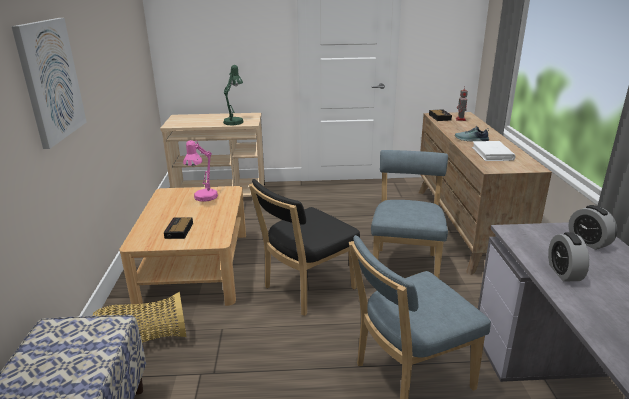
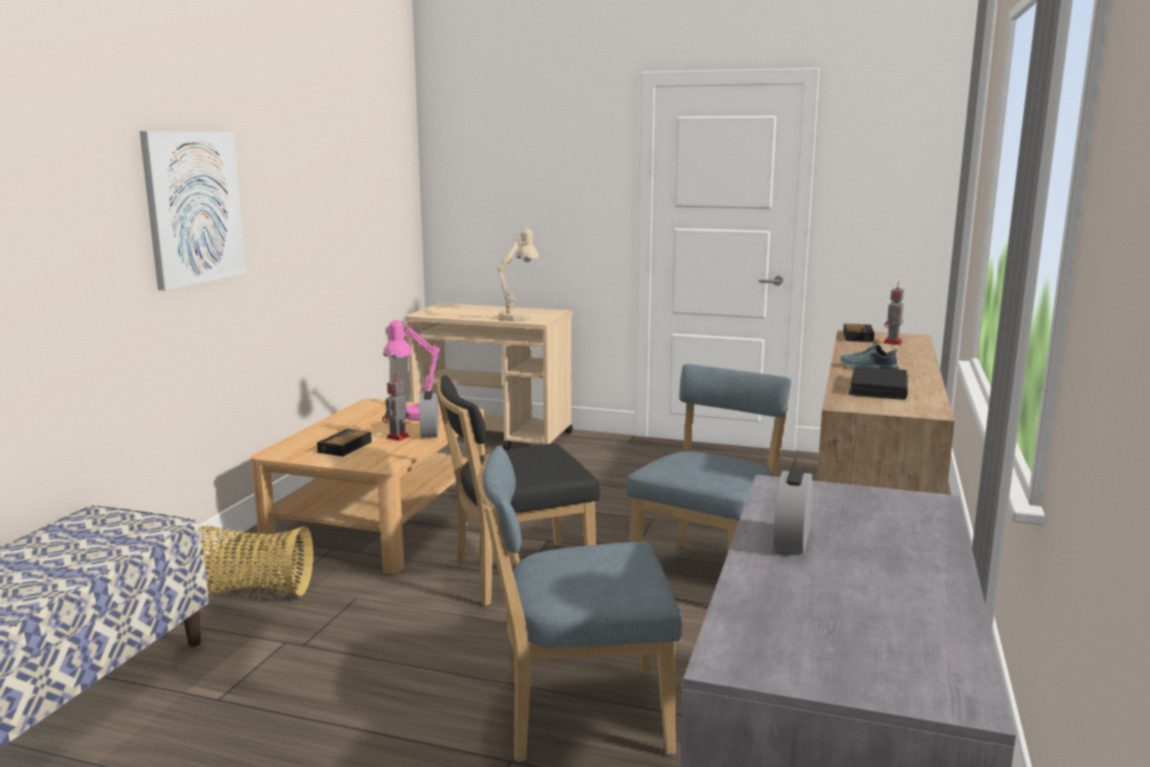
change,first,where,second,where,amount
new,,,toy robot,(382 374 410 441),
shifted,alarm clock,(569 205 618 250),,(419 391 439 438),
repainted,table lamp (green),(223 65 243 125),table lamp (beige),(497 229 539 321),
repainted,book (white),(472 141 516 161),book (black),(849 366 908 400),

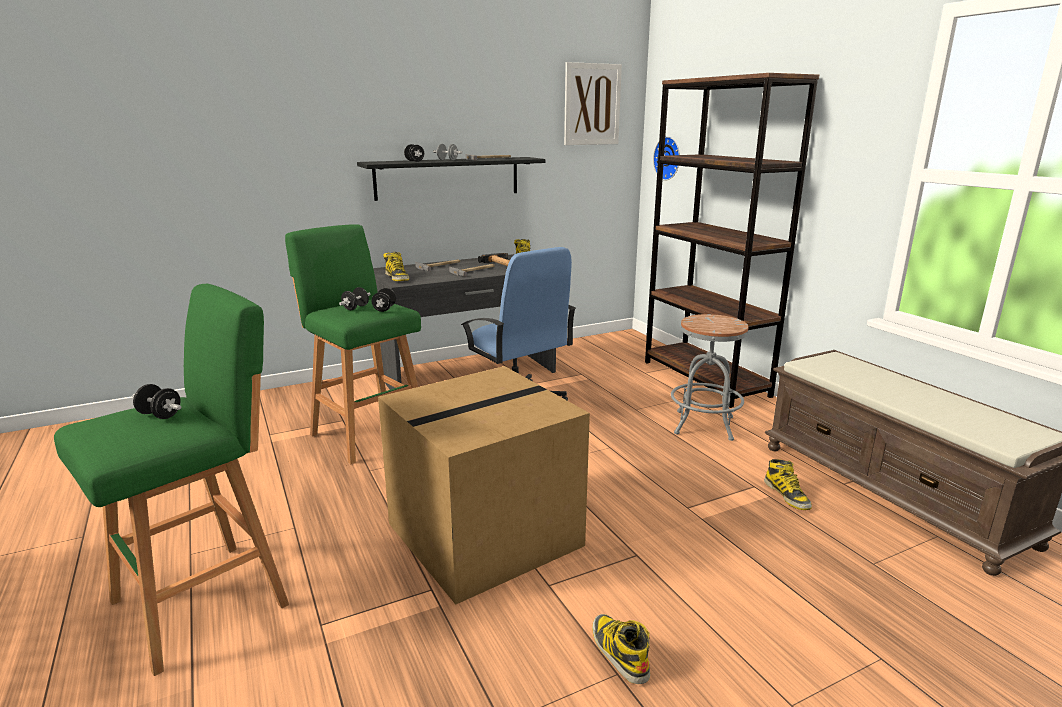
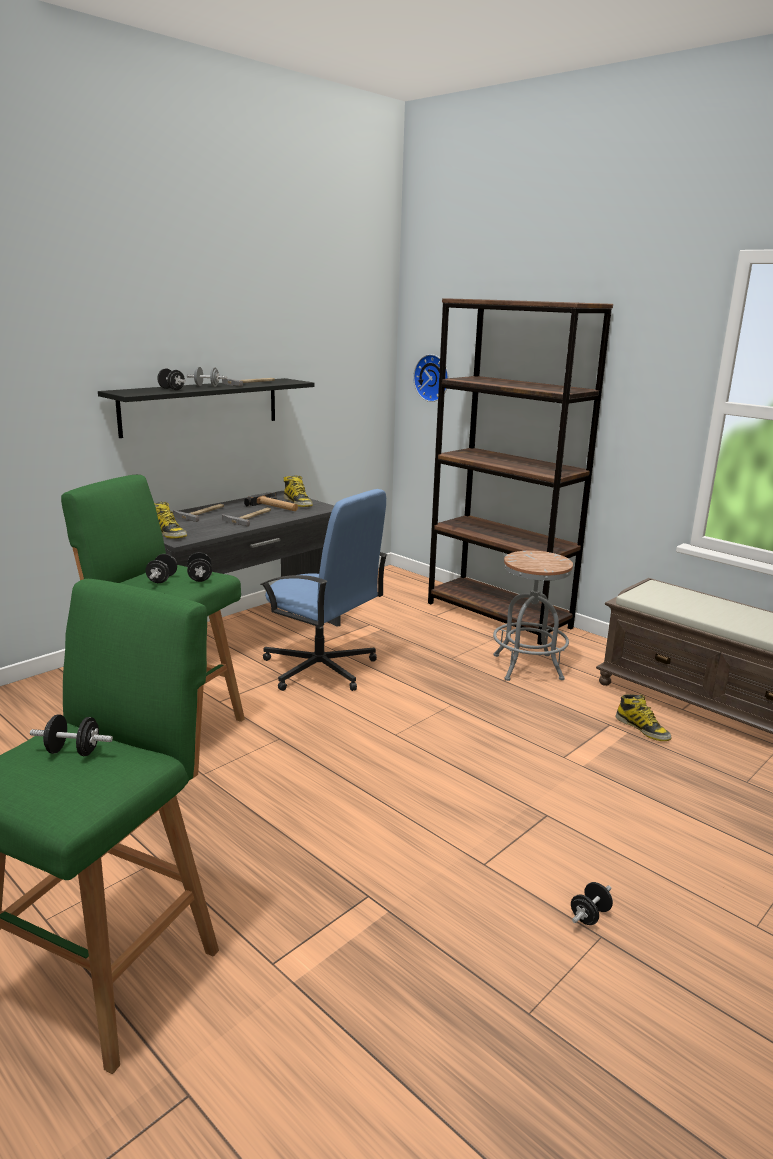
change,first,where,second,where,amount
gone,cardboard box,(378 366 590 605),,,
gone,picture,(564 62 622 145),,,
swapped,boot,(592 614 650 684),dumbbell (black),(571 882 613 925),

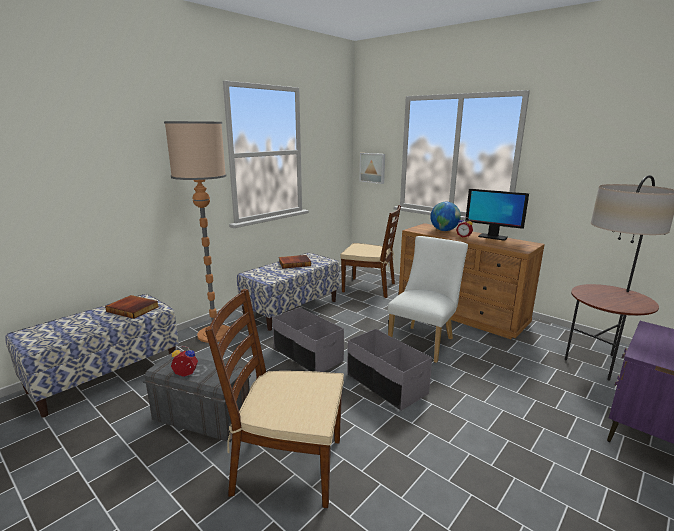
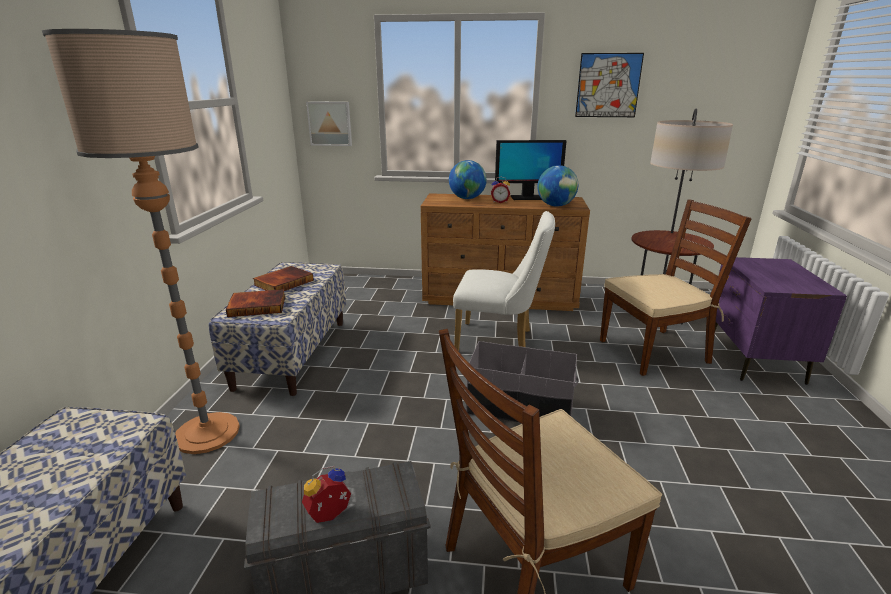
change,first,where,second,where,amount
gone,storage box (grey),(273 307 344 372),,,
new,,,globe,(537 165 578 207),
new,,,picture,(575 53 644 117),
shifted,book,(105 295 159 319),,(226 289 285 317),
shifted,chair (brown),(340 205 401 298),,(600 199 752 376),
rotated,chair (white),(388 236 468 363),,(453 211 555 351),105 degrees clockwise

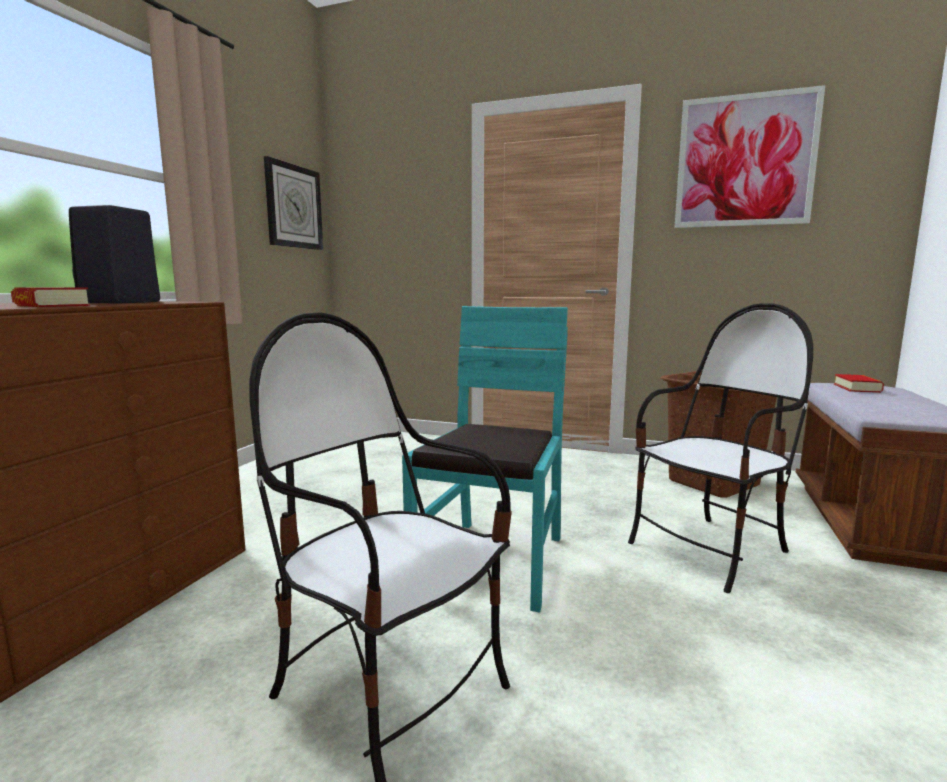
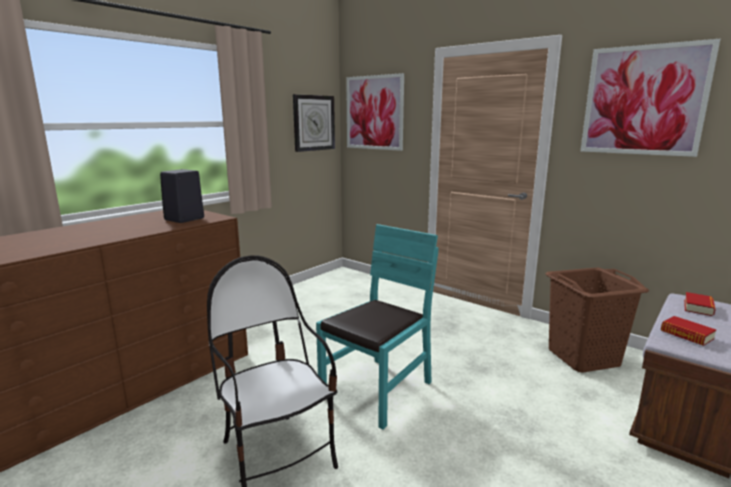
change,first,where,second,where,amount
gone,chair,(628 303 813 593),,,
new,,,picture,(346 73 404 151),
shifted,book,(11 288 90 307),,(661 316 716 346),

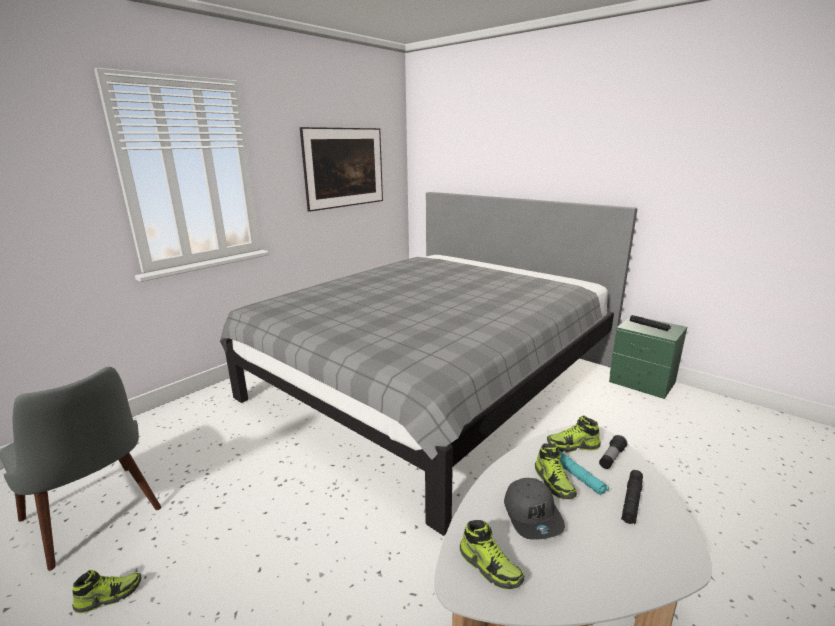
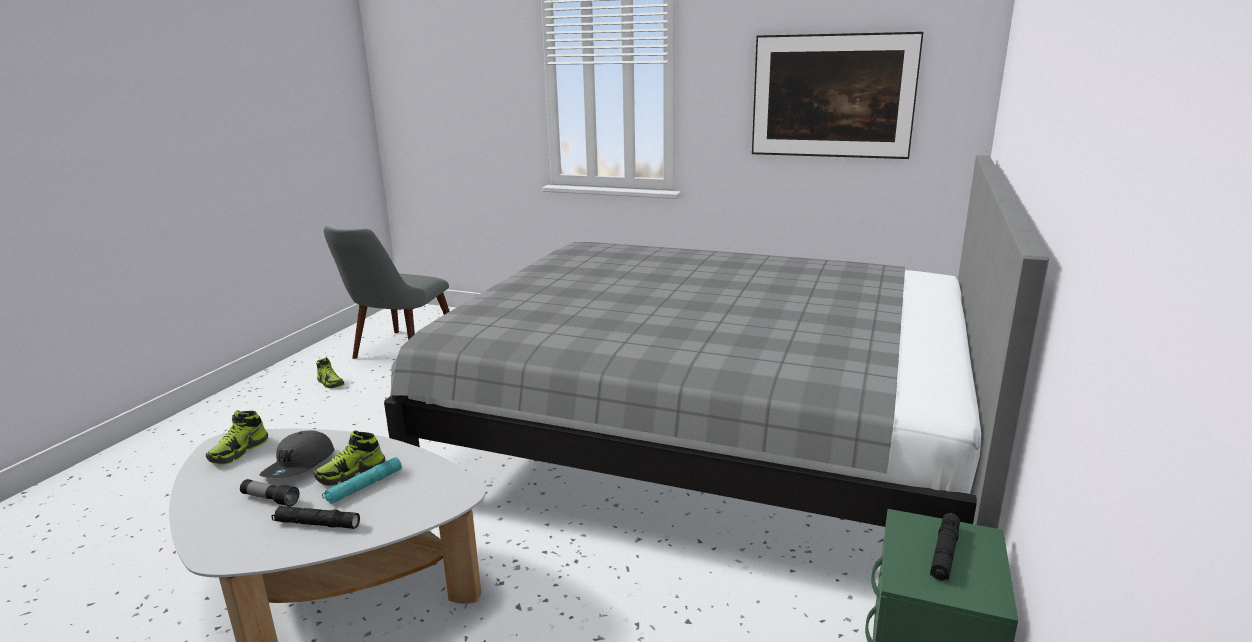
change,first,where,second,where,amount
gone,shoe,(547 415 601 453),,,
shifted,flashlight,(599 435 628 469),,(240 479 299 507),
rotated,cap (grey),(504 478 565 540),,(260 430 334 478),45 degrees counterclockwise

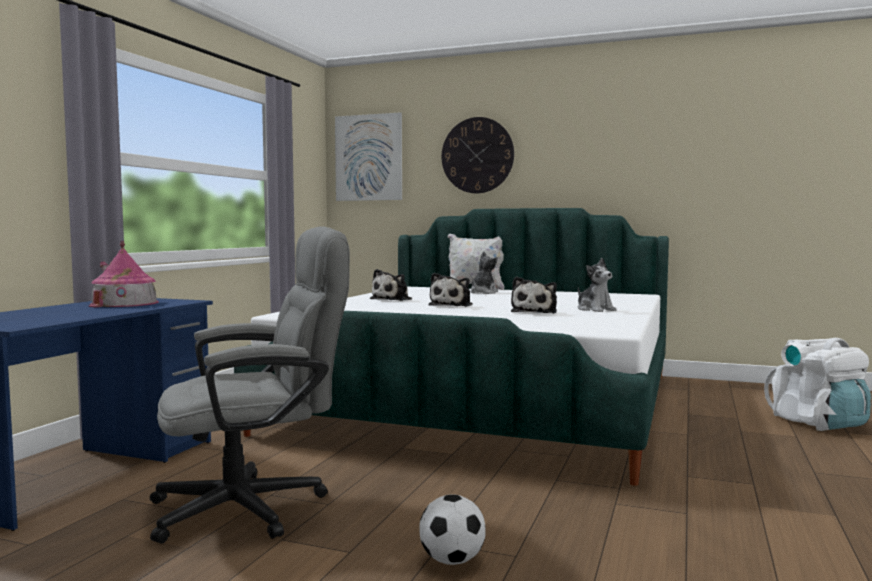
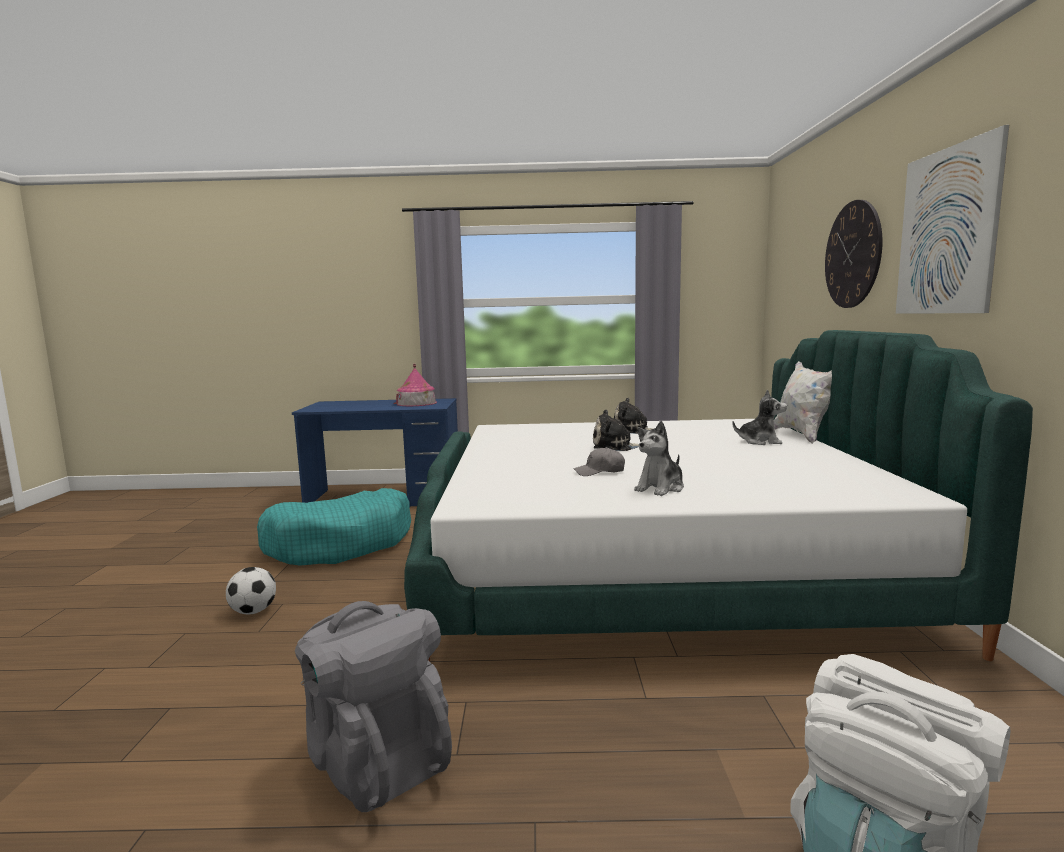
change,first,where,second,where,amount
new,,,backpack (grey),(295 601 452 812),
shifted,picture,(335 112 402 201),,(896 125 1009 314),
swapped,office chair (grey),(150 226 350 544),dog bed (turquoise),(257 488 411 566),
swapped,plush toy,(511 277 557 314),cap (grey),(574 447 625 476),

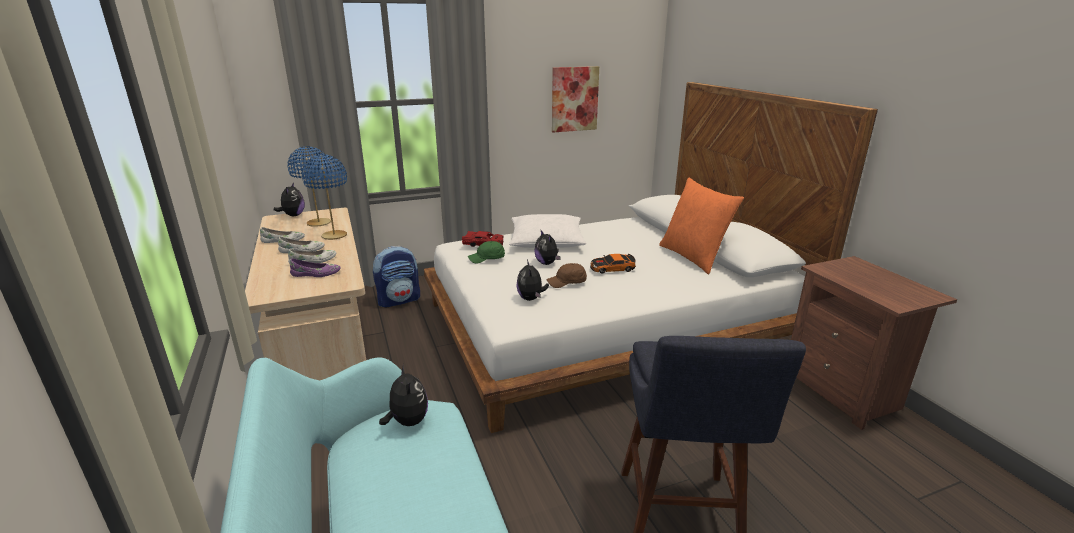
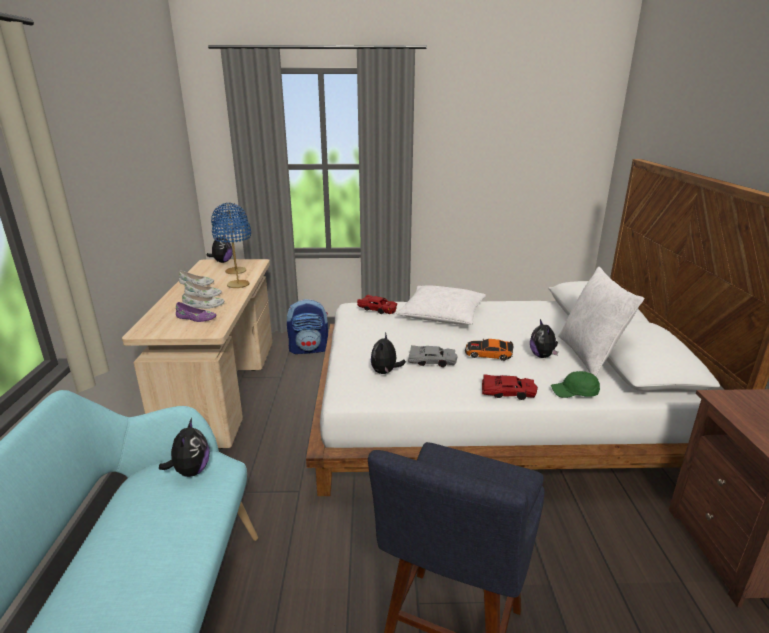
change,first,where,second,where,amount
gone,picture,(552 66 599 133),,,
new,,,toy car (red),(482 374 538 400),
shifted,cap (green),(468 241 505 264),,(551 371 600 398),
shifted,plush toy,(534 229 561 265),,(530 319 558 358),
swapped,cap (brown),(546 263 587 288),toy car (grey),(408 345 458 367),
repainted,pillow (orange),(659 177 744 274),pillow (white),(558 267 644 376),

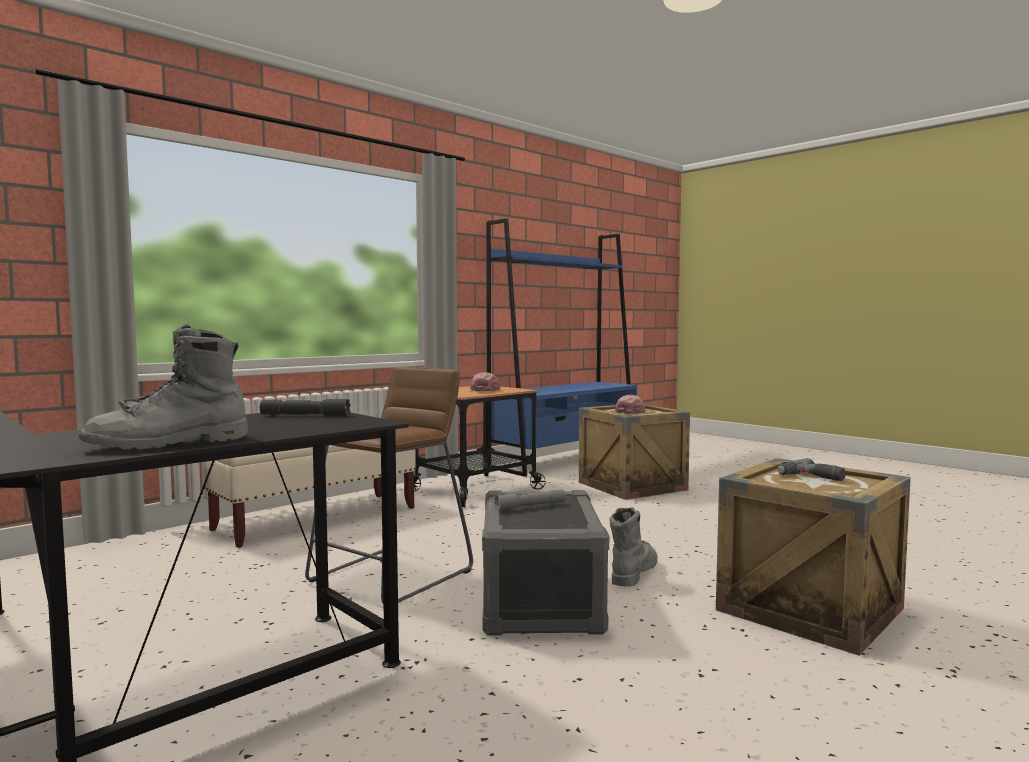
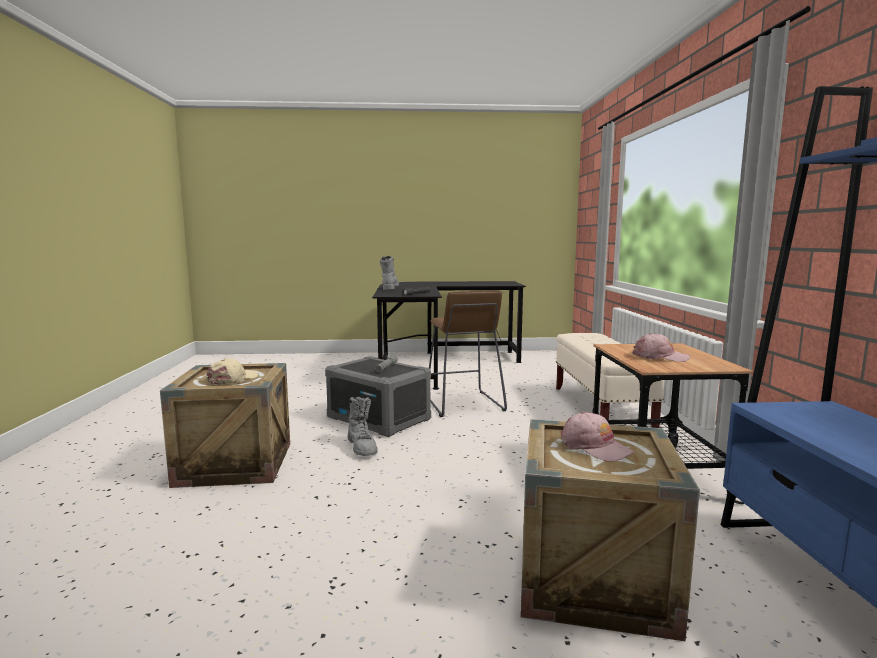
change,first,where,second,where,amount
swapped,power drill,(778 458 846 481),cap (beige),(206 358 258 384),

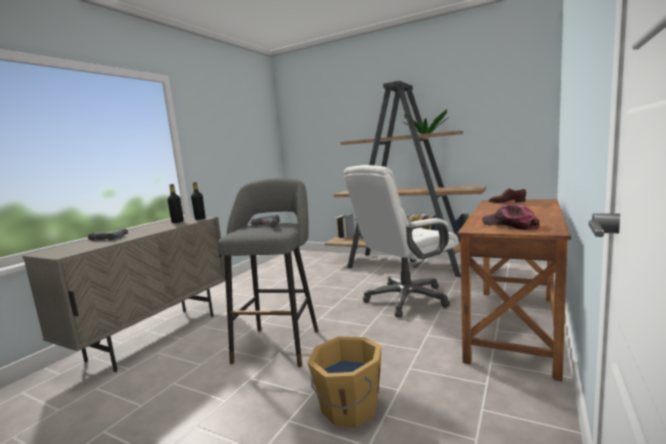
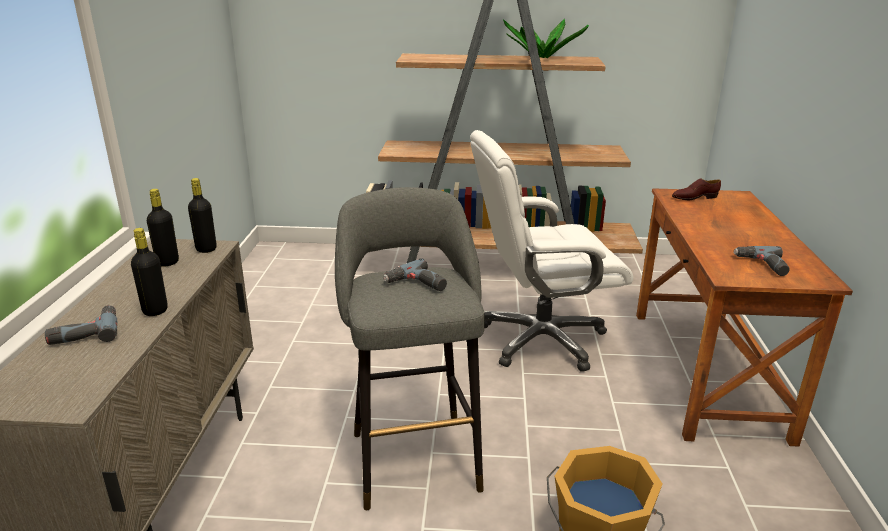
change,first,where,second,where,amount
new,,,bottle (black),(131 228 168 316),
swapped,cap,(482 204 540 230),power drill,(733 246 790 276),
rotated,office chair (white),(344 165 459 317),,(470 130 633 372),45 degrees clockwise

